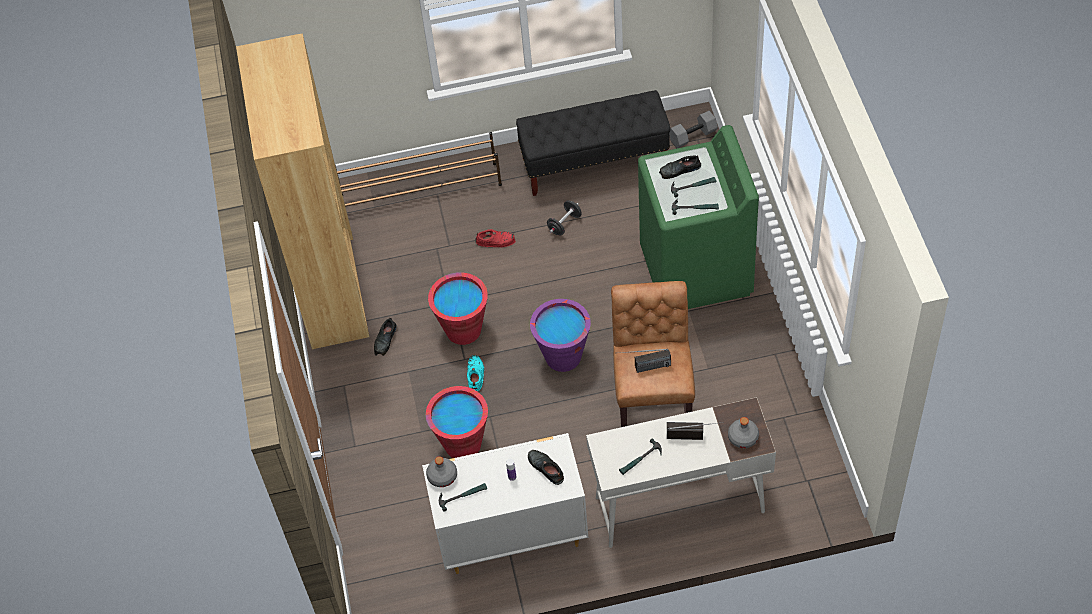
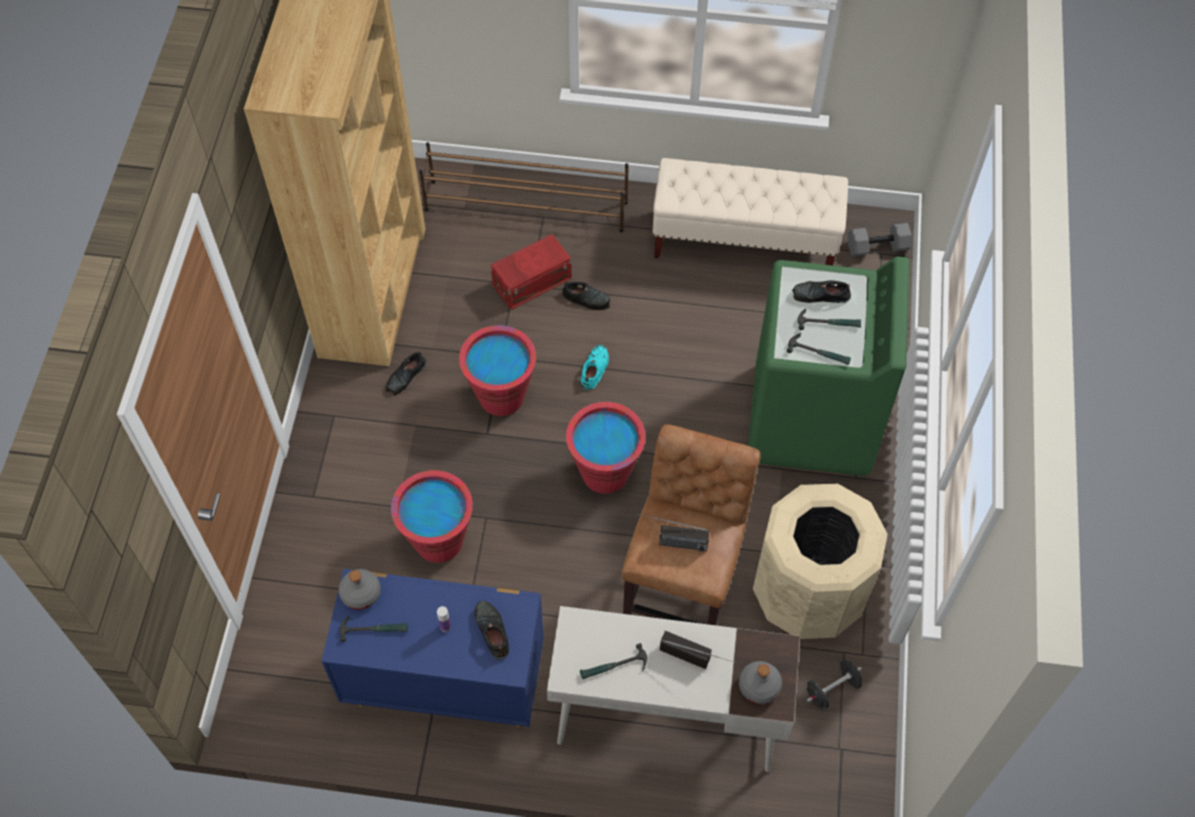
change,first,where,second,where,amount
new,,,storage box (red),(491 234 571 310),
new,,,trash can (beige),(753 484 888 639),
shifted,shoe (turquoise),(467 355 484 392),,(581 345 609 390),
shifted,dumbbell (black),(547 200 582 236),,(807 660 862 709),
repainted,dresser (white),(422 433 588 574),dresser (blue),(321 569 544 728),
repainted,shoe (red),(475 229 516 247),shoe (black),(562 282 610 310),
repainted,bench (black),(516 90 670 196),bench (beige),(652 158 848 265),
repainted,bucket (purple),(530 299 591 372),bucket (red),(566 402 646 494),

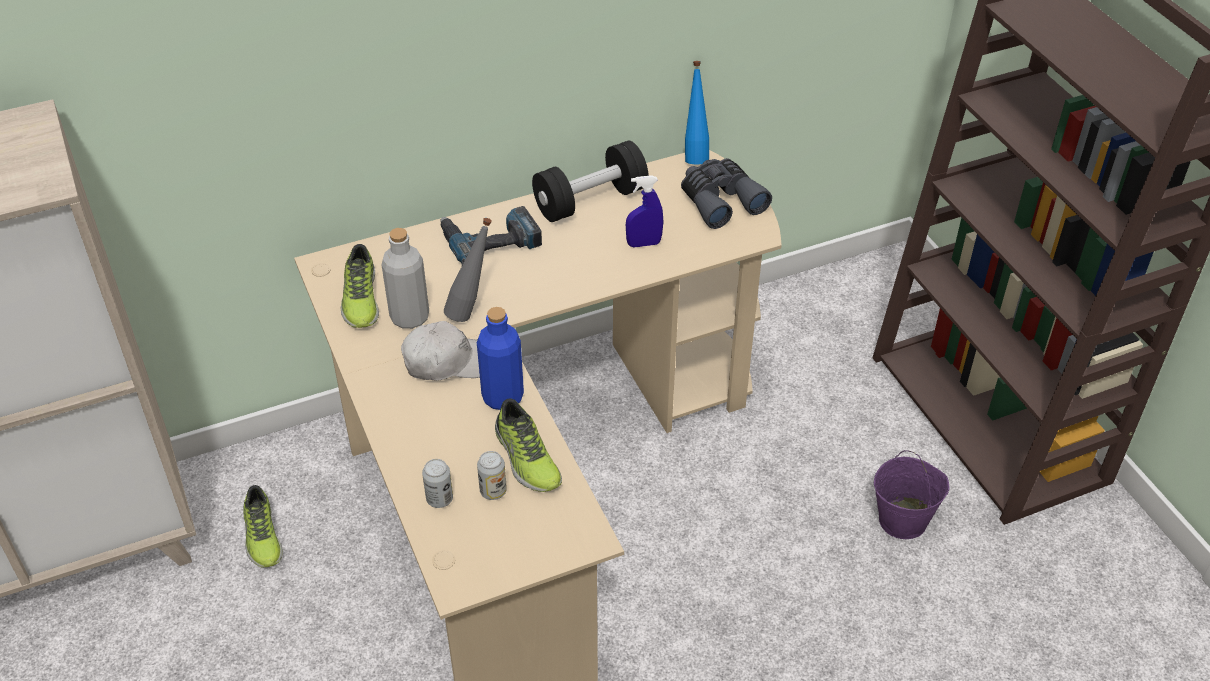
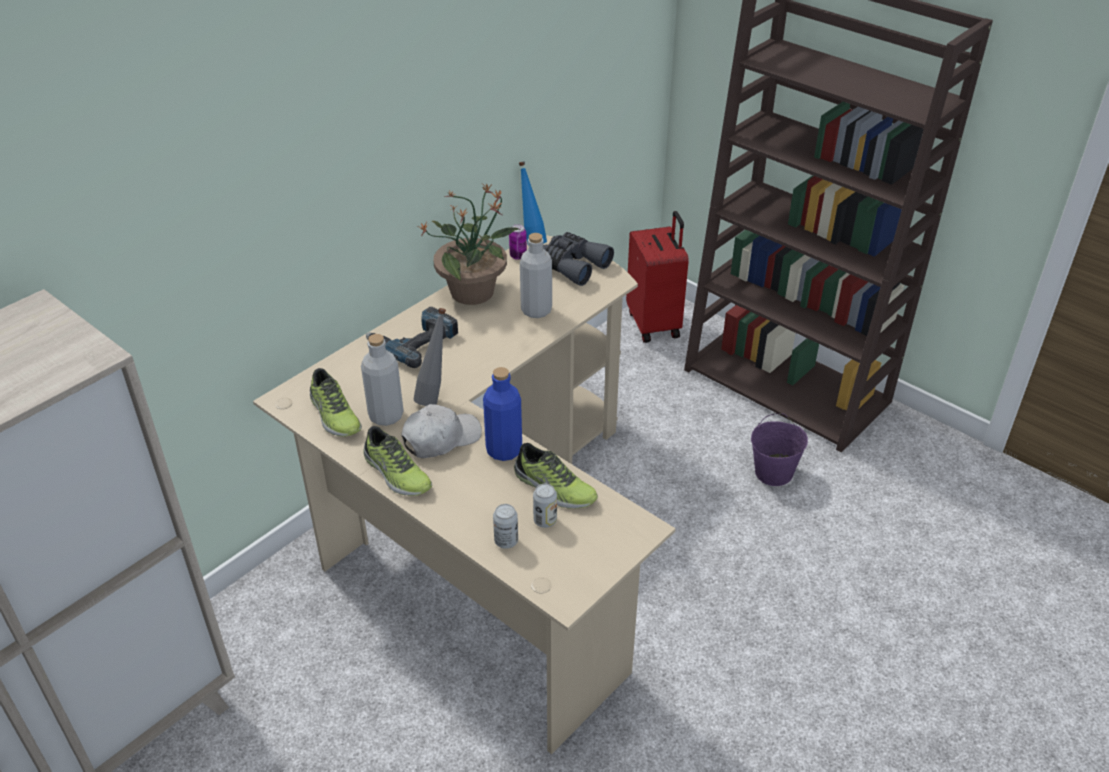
change,first,where,second,where,amount
new,,,can,(509 224 527 260),
new,,,suitcase (red),(626 211 689 343),
shifted,shoe,(244 485 283 567),,(363 426 432 496),
swapped,dumbbell (black),(532 141 649 222),potted plant,(418 184 520 305),
swapped,spray bottle (blue),(626 175 663 248),bottle (grey),(520 233 552 318),

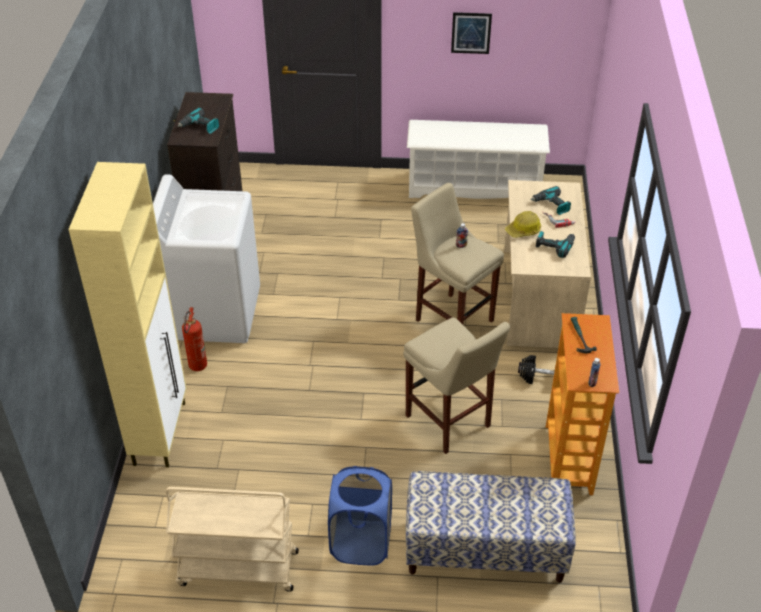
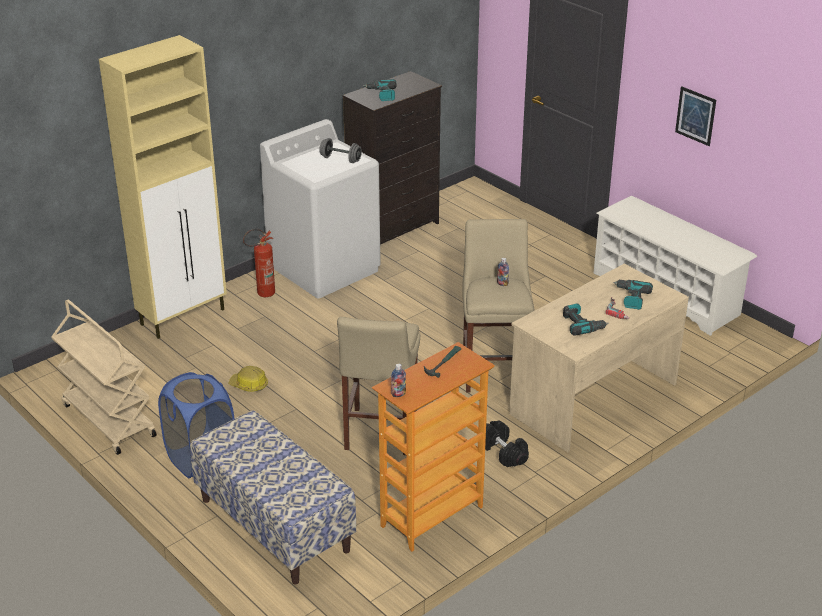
change,first,where,second,where,amount
new,,,dumbbell (grey),(319 138 362 163),
shifted,hard hat,(505 211 541 238),,(229 366 268 392),

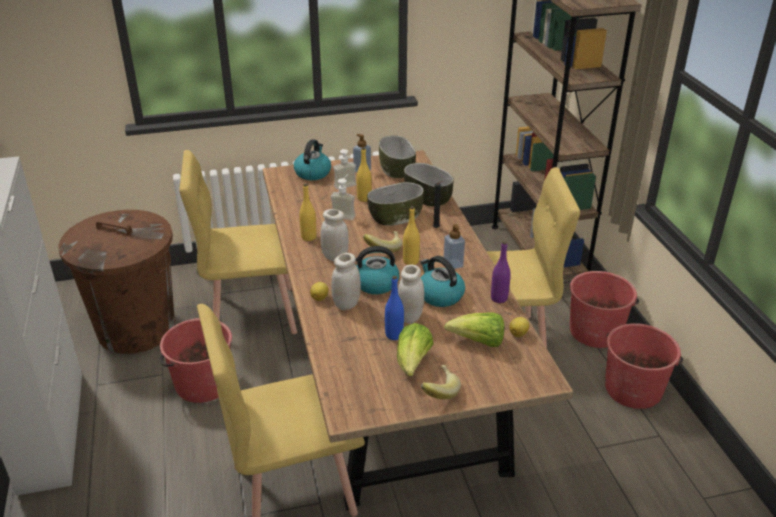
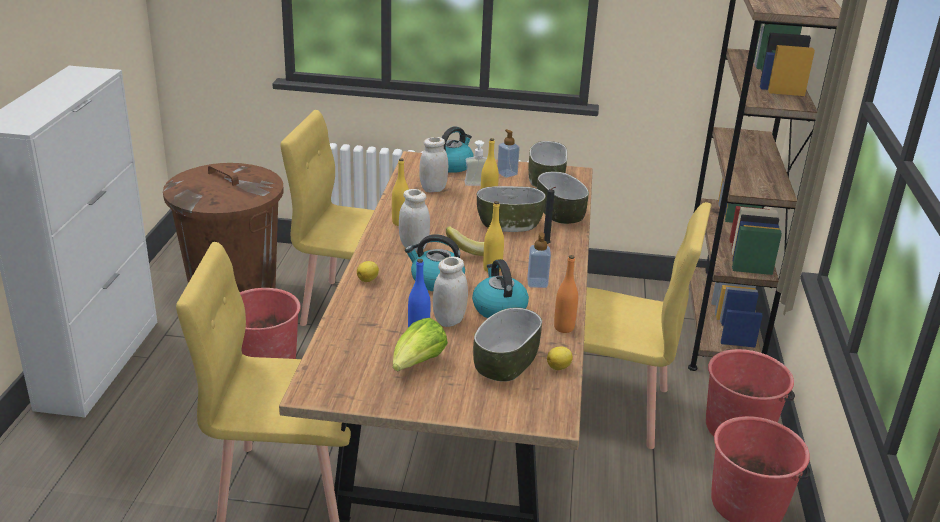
change,first,where,second,where,amount
gone,soap dispenser,(331 175 356 220),,,
gone,banana,(421 365 461 399),,,
shifted,jar (white),(331 253 361 310),,(419 137 448 192),
swapped,lettuce,(444 312 504 347),bowl,(473 307 542 382),
repainted,bottle (purple),(491 241 511 303),bottle (orange),(554 255 578 333),

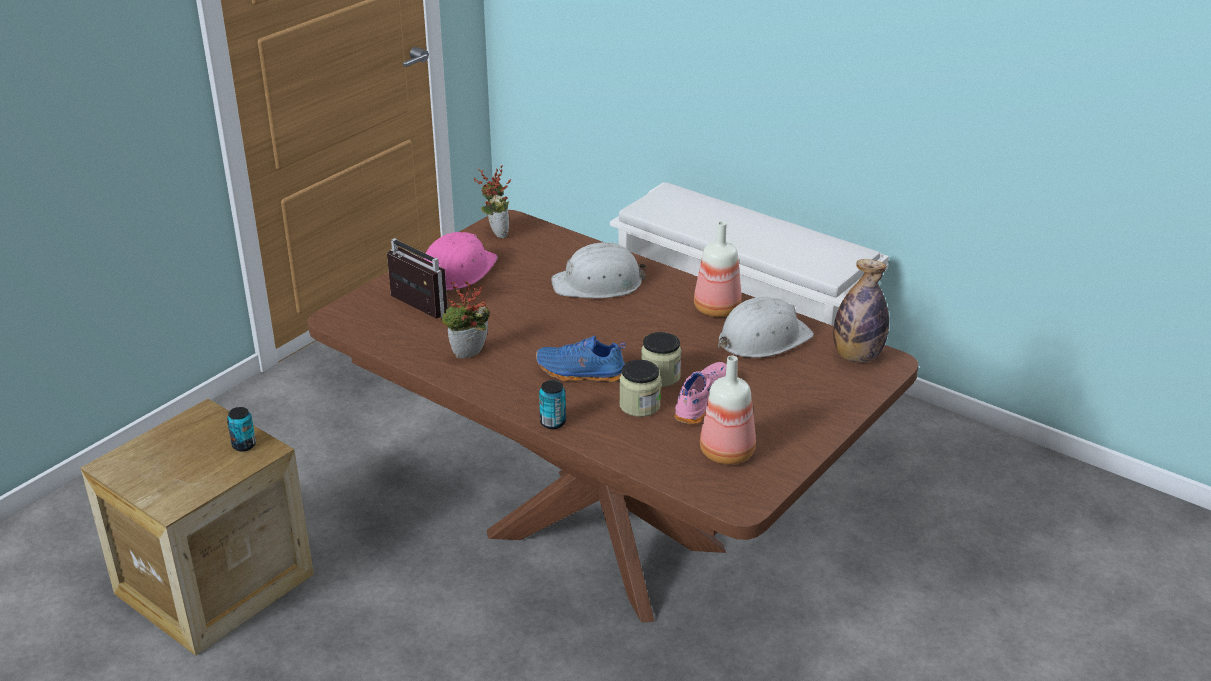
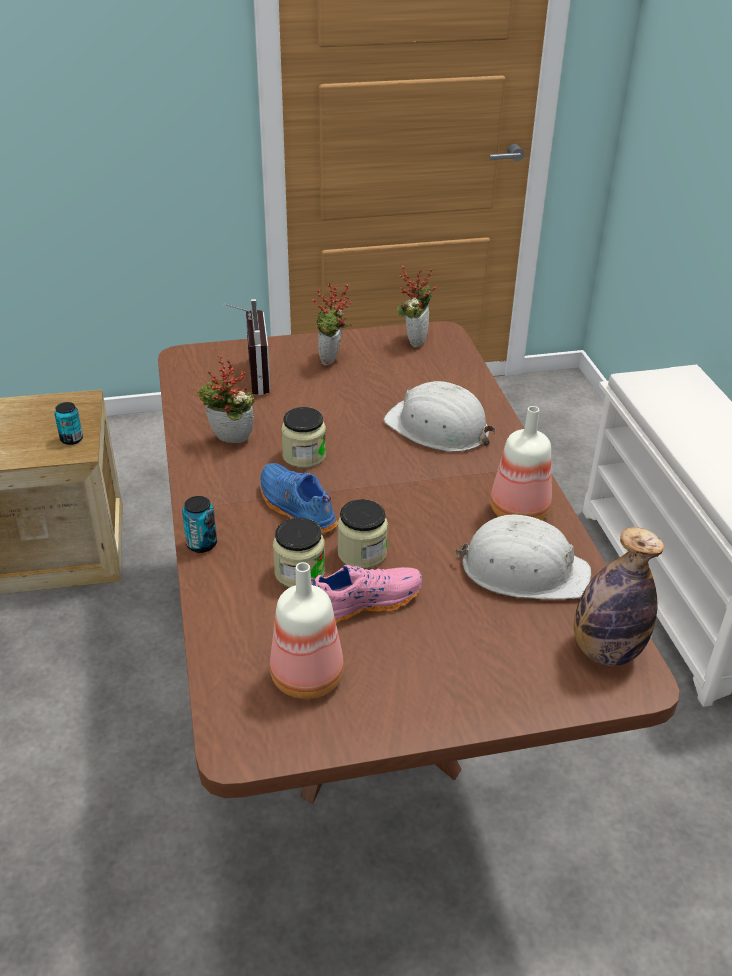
change,first,where,second,where,amount
new,,,jar,(281 407 326 468),
swapped,hard hat (pink),(424 232 498 291),potted plant,(312 283 352 366),

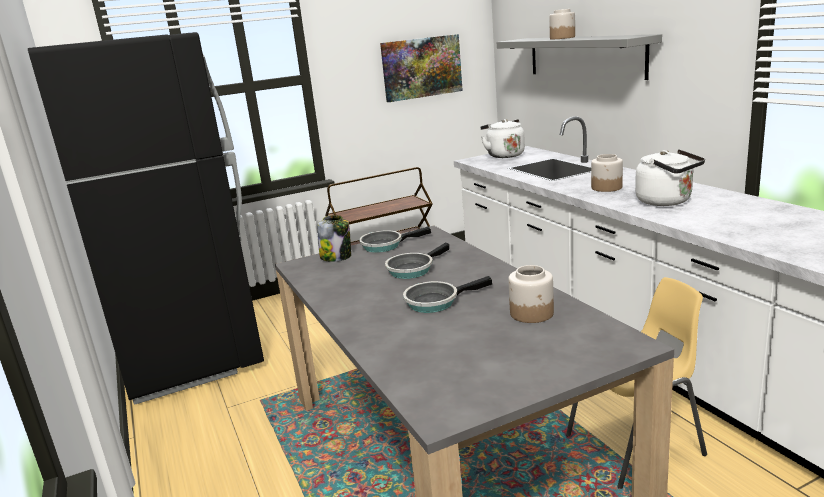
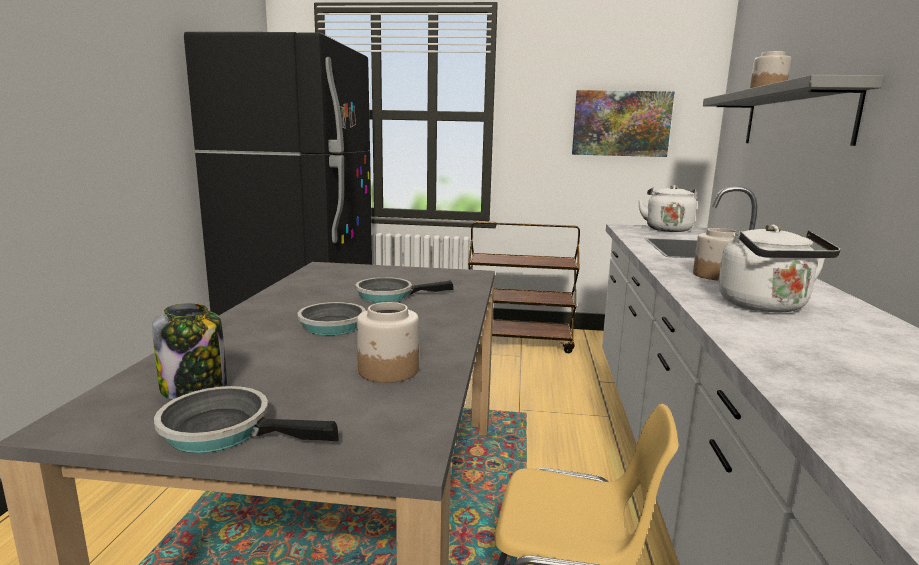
change,first,where,second,where,amount
shifted,jar,(317 215 351 262),,(152 303 227 400),
shifted,frying pan,(359 226 431 253),,(154 386 339 453),

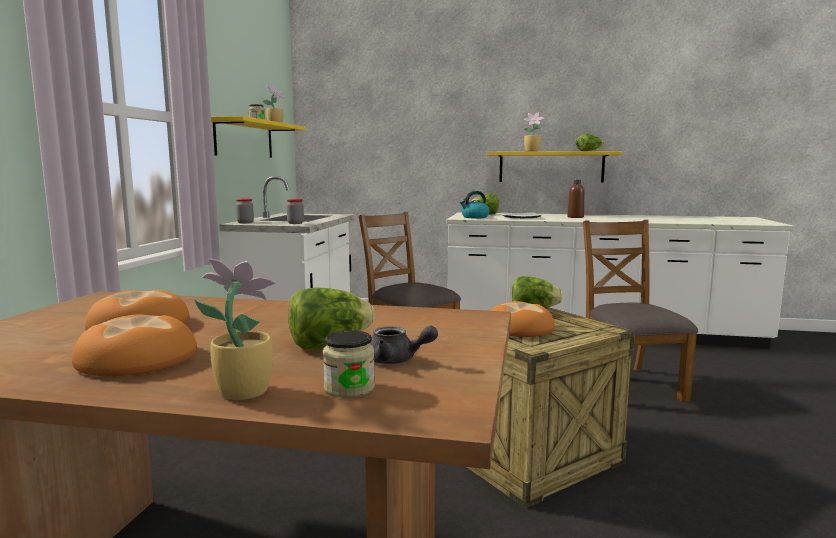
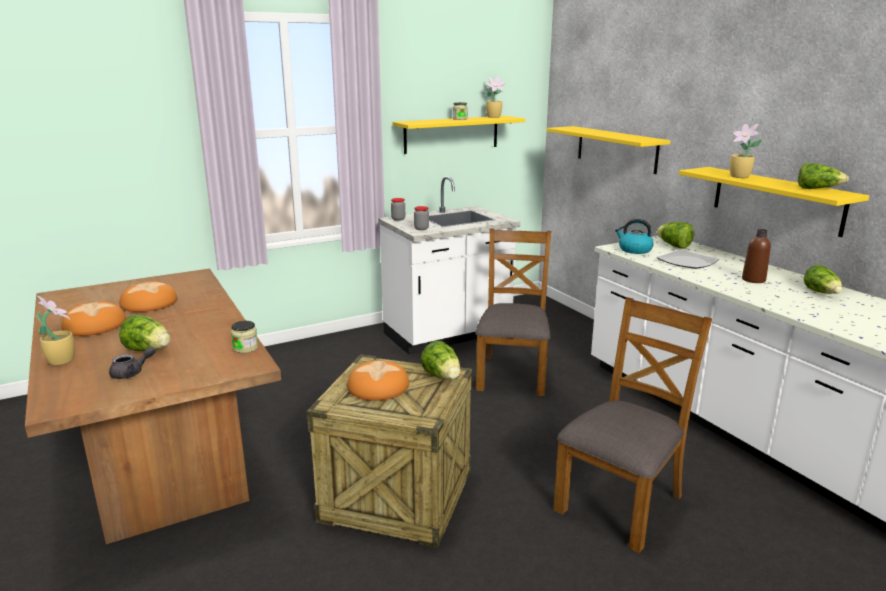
change,first,where,second,where,amount
new,,,shelf (yellow),(547 126 670 174),
new,,,lettuce,(804 265 842 294),
shifted,jar,(323 330 375 398),,(231 321 258 353),
rotated,teapot (grey),(370 326 438 364),,(109 347 156 379),105 degrees counterclockwise

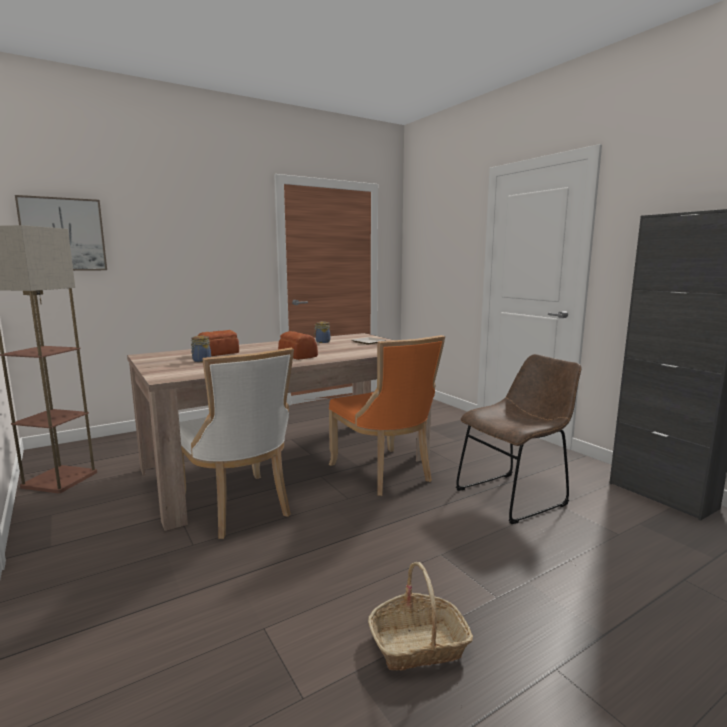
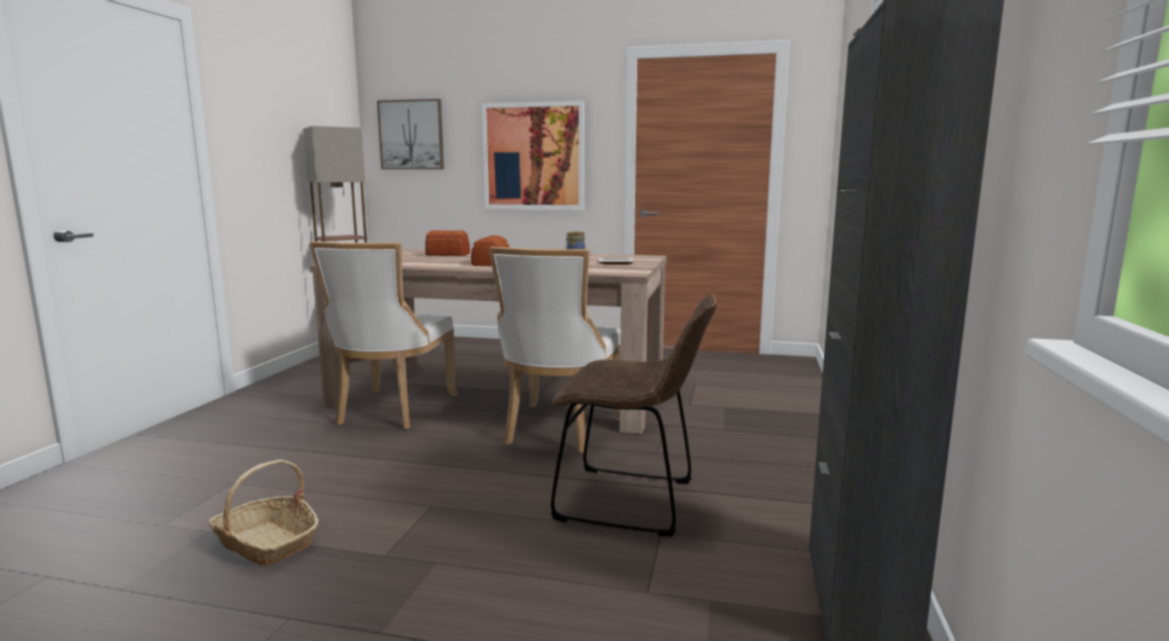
change,first,where,second,where,amount
gone,jar,(191 336 211 362),,,
new,,,picture,(482 101 584 210),
repainted,chair (orange),(329 335 445 496),chair (white),(489 247 621 453),

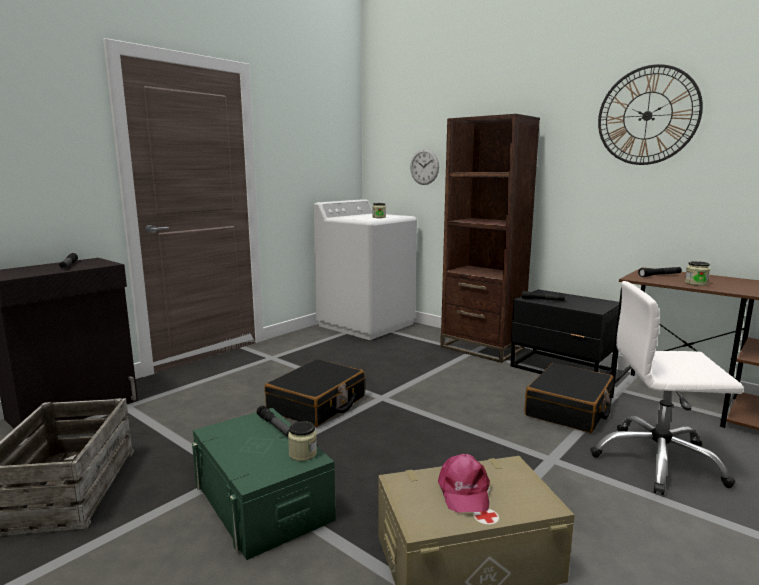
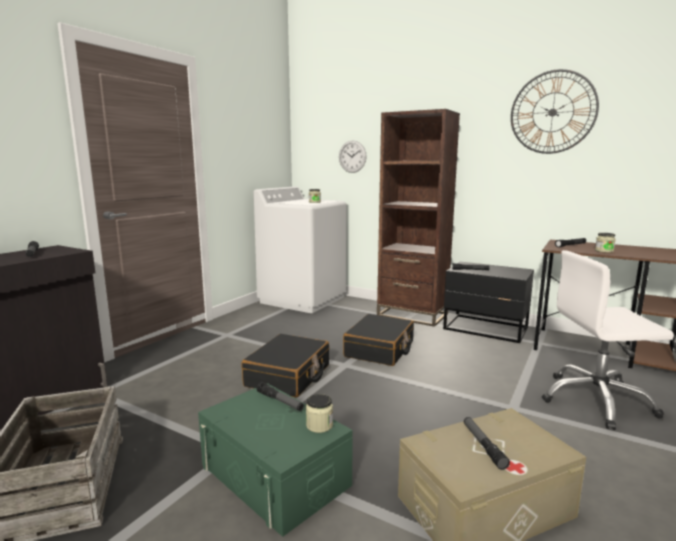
change,first,where,second,where,amount
shifted,suitcase (black),(524 363 614 433),,(343 314 414 366),
swapped,cap (pink),(438 454 490 513),flashlight,(464 417 510 470),

